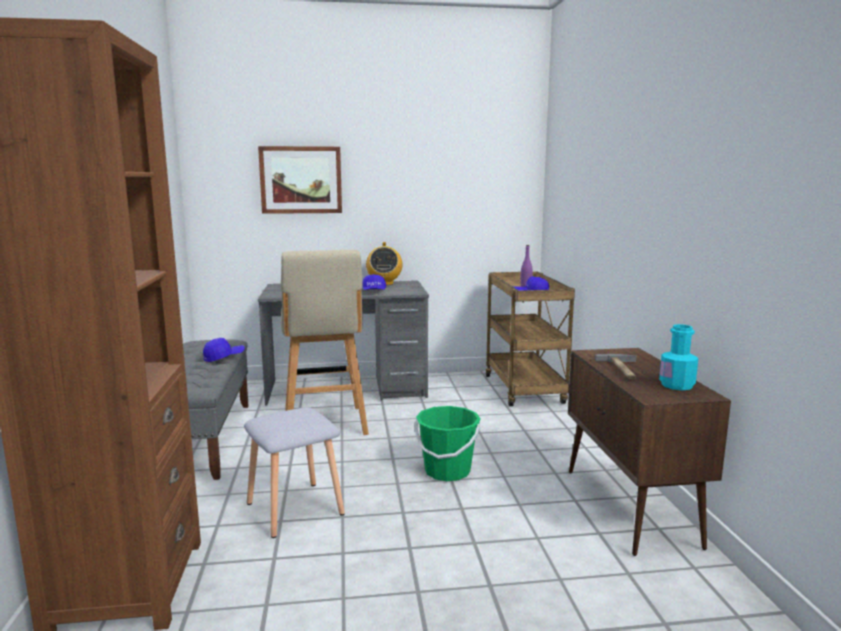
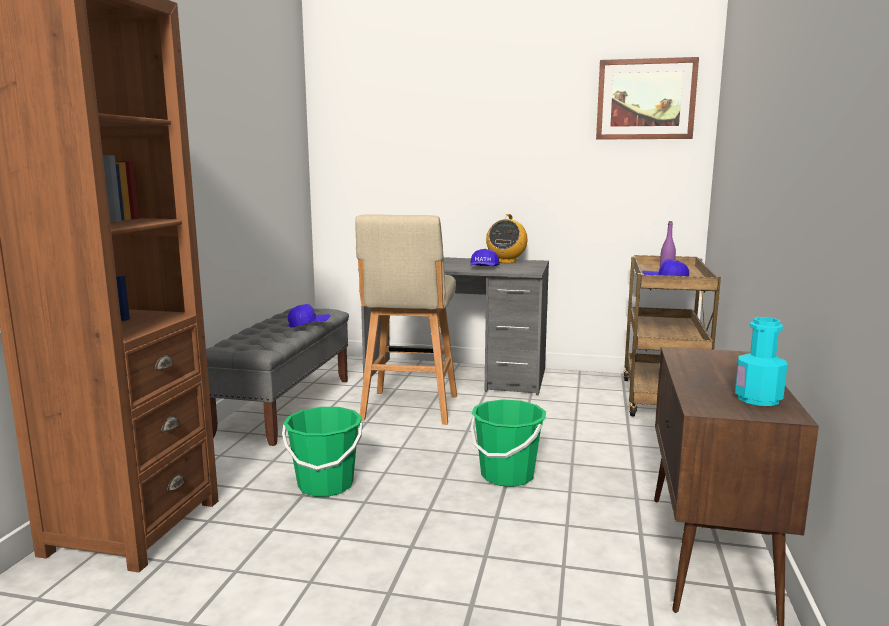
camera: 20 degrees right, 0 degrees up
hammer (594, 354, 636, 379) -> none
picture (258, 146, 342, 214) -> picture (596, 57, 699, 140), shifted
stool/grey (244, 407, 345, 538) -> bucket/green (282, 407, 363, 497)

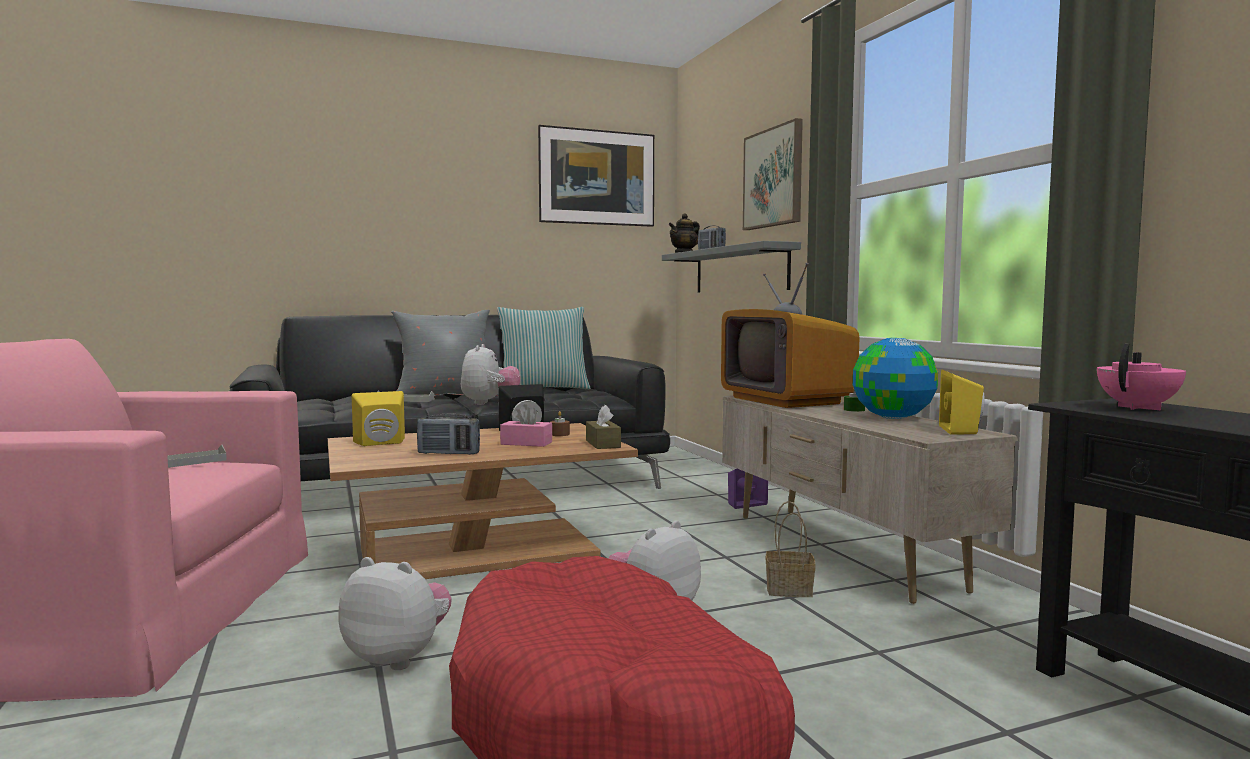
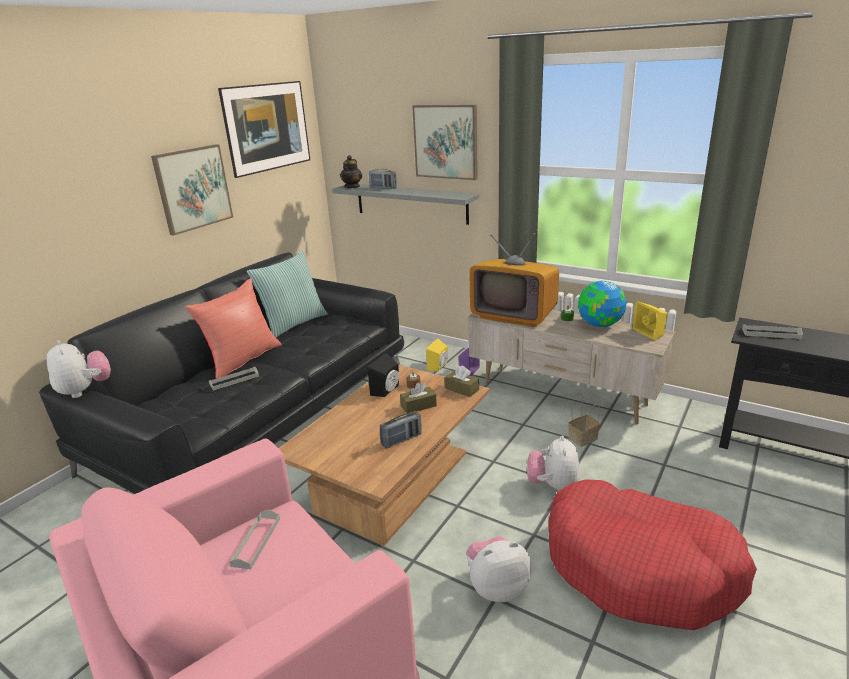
camera: 35 degrees left, 20 degrees up
none -> picture (151, 144, 233, 236)
speaker/yellow (352, 391, 405, 446) -> speaker/yellow (426, 339, 448, 371), shifted
plush toy (461, 344, 520, 405) -> plush toy (47, 340, 111, 398), shifted
teapot/pink (1097, 344, 1186, 410) -> tray/grey (742, 324, 803, 339)
pillow/grey (391, 309, 498, 396) -> pillow/red (185, 278, 282, 379)
tissue box/pink (500, 404, 552, 447) -> tissue box/brown (400, 383, 437, 413)

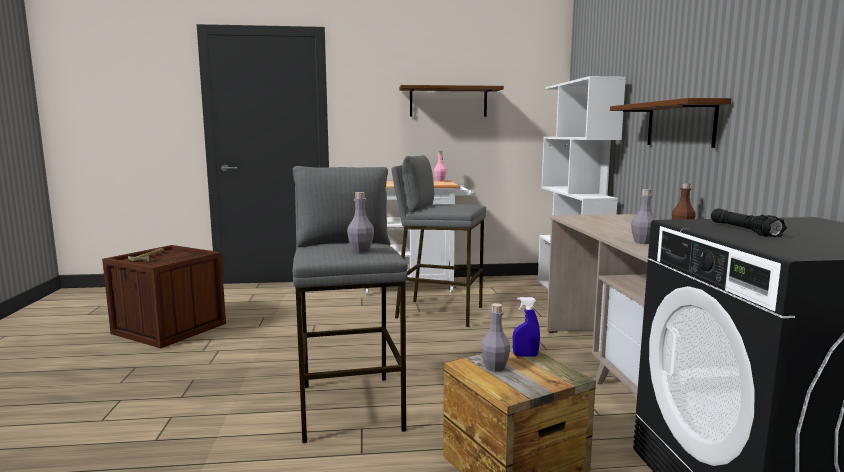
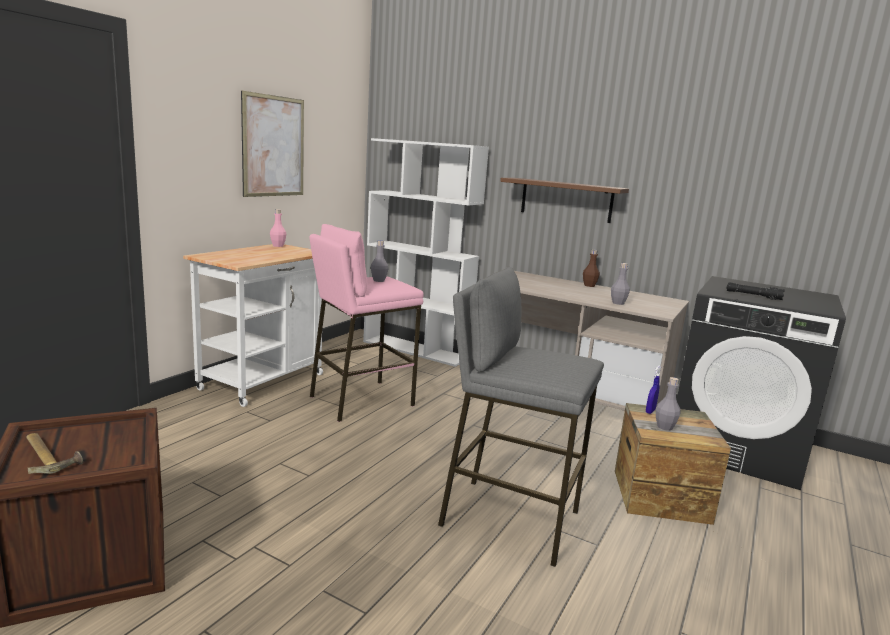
camera: 55 degrees left, 5 degrees up
bottle/grey (347, 192, 374, 252) -> bottle/grey (371, 241, 389, 282), shifted
shelf/brown (399, 85, 504, 117) -> picture (241, 91, 304, 197)
stool/grey (391, 155, 486, 327) -> stool/pink (309, 224, 424, 422)

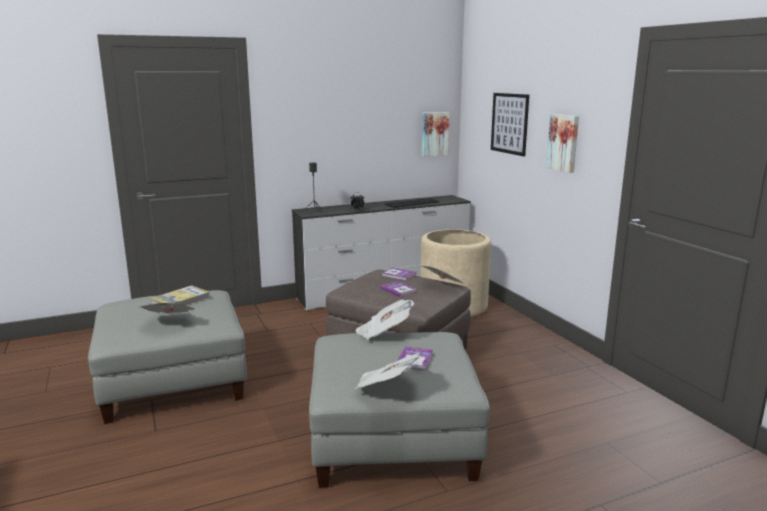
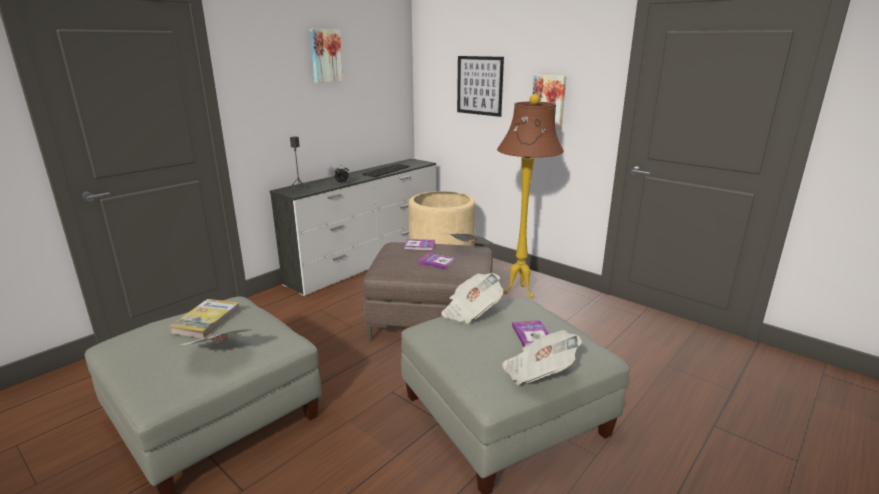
camera: 25 degrees left, 5 degrees up
none -> floor lamp/brown (497, 94, 564, 298)
picture (422, 112, 450, 157) -> picture (310, 29, 343, 83), shifted

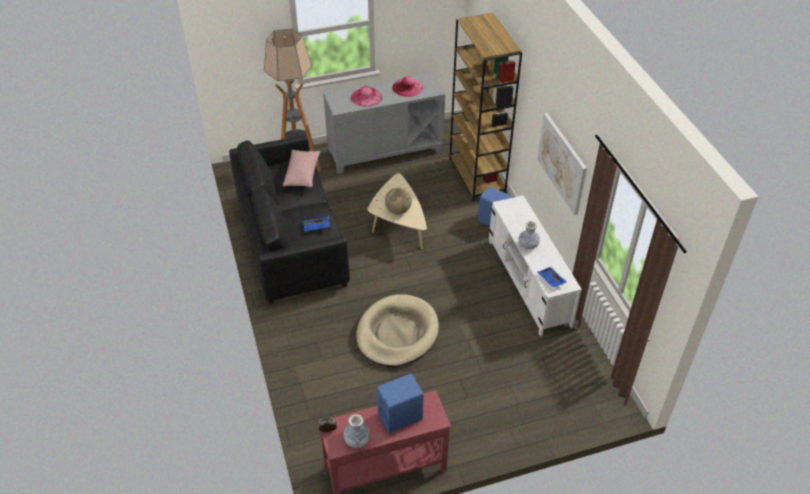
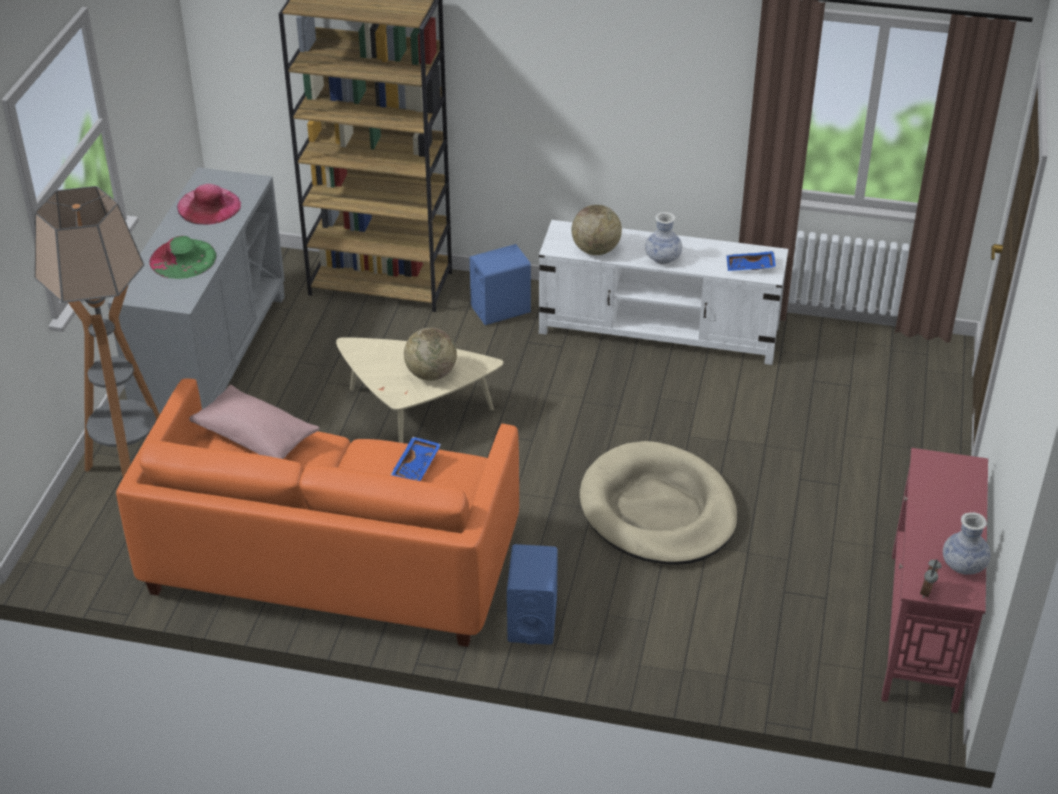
camera: 60 degrees left, 5 degrees down
picture (537, 113, 587, 215) -> none
none -> globe (572, 205, 622, 255)
speaker/blue (377, 373, 423, 433) -> speaker/blue (507, 544, 558, 645), shifted
sofa/black (229, 135, 350, 305) -> sofa/orange (116, 378, 519, 647)
hat/pink (351, 86, 383, 107) -> hat/green (149, 236, 217, 279)

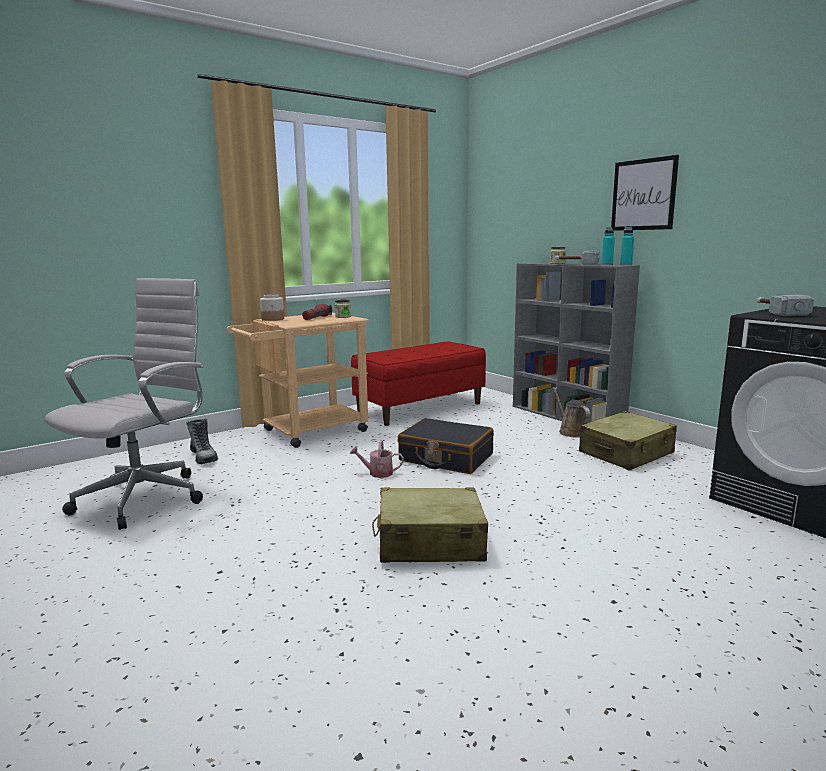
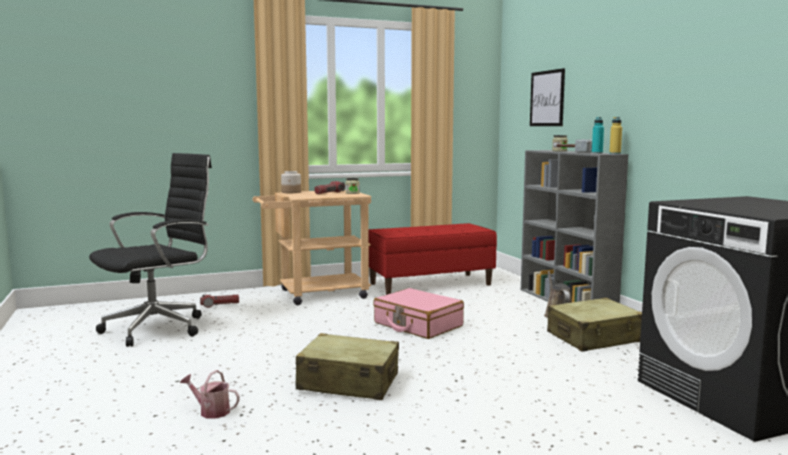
camera: 15 degrees right, 5 degrees down
hammer (757, 294, 814, 316) -> none
watering can (350, 440, 404, 478) -> watering can (180, 370, 240, 419), shifted
picture (611, 155, 679, 231) -> picture (530, 68, 565, 126), shifted
boot (186, 418, 218, 464) -> flashlight (200, 295, 239, 308)
office chair/white (44, 278, 204, 530) -> office chair/black (89, 153, 212, 347)
suitcase/black (398, 418, 494, 474) -> suitcase/pink (373, 288, 464, 339)
bottle/turquoise (620, 227, 634, 265) -> bottle/yellow (609, 117, 622, 154)

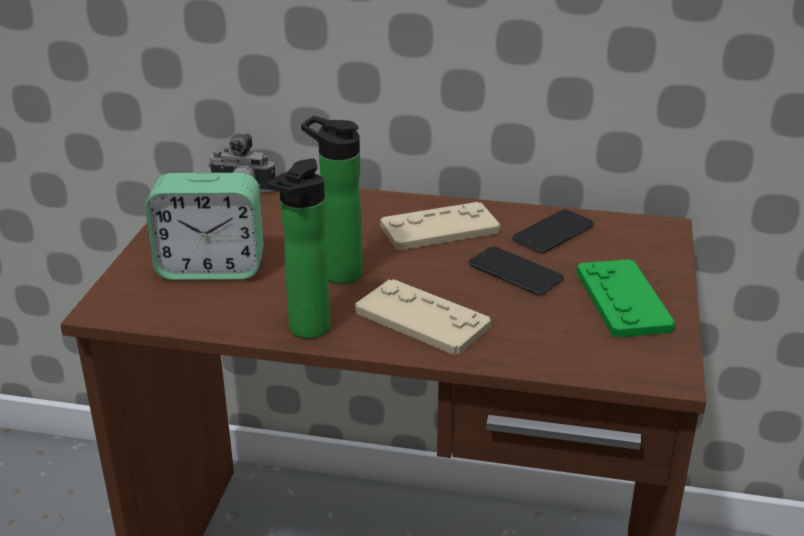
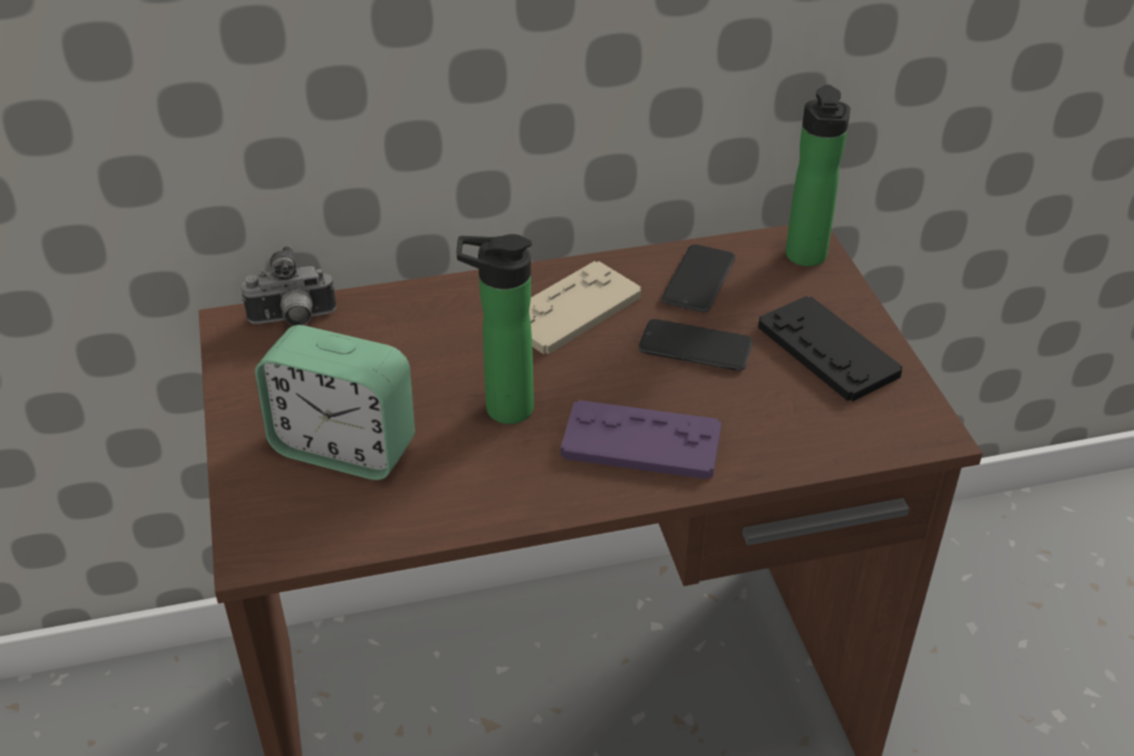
camera: 25 degrees left, 10 degrees up
bottle (267, 159, 330, 339) -> bottle (786, 85, 851, 266), shifted
game controller/beige (355, 279, 491, 355) -> game controller/purple (561, 400, 722, 480)
game controller/green (576, 259, 675, 338) -> game controller/black (758, 296, 902, 402)
alarm clock (145, 173, 264, 280) -> alarm clock (255, 325, 415, 480), 45 degrees clockwise

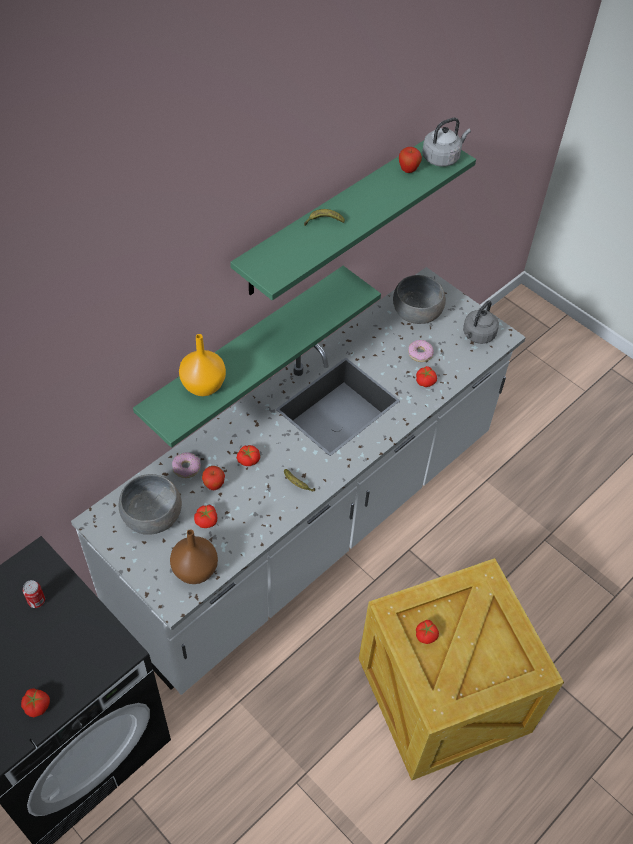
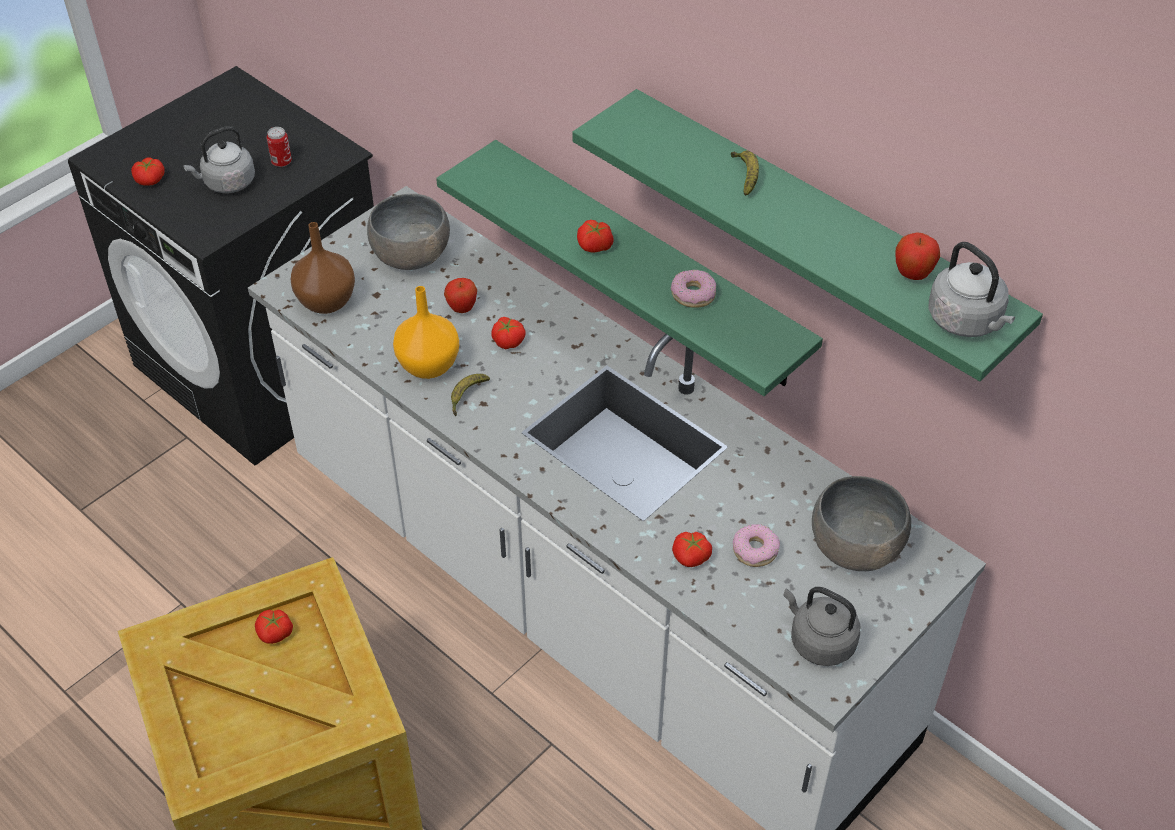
camera: 90 degrees right, 5 degrees down
none -> kettle/grey (183, 126, 255, 193)
donut (172, 452, 201, 478) -> donut (671, 270, 716, 308), shifted
vase/orange (179, 334, 226, 396) -> vase/orange (393, 286, 459, 379), shifted
tomato (194, 505, 217, 528) -> tomato (577, 220, 614, 252), shifted

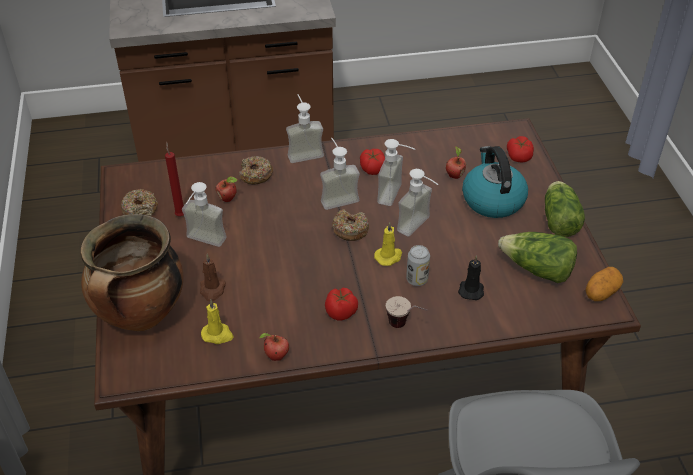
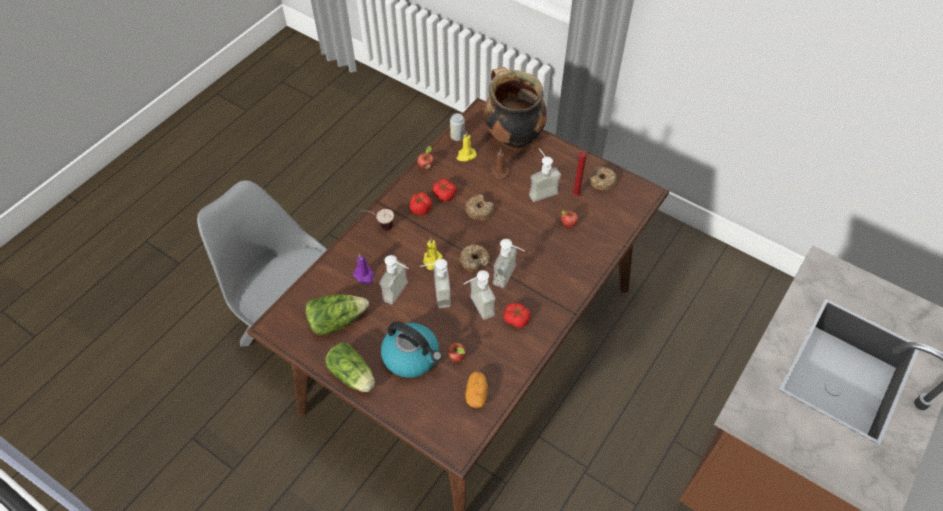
camera: 135 degrees right, 10 degrees up
donut (239, 156, 273, 184) -> donut (465, 194, 493, 221), shifted
soap dispenser (286, 94, 324, 163) -> soap dispenser (379, 255, 409, 304), shifted
can (406, 245, 430, 286) -> can (450, 113, 465, 141), shifted
tomato (507, 136, 534, 162) -> tomato (432, 179, 457, 201), shifted
potato (585, 267, 623, 301) -> potato (465, 372, 488, 408), shifted
candle/black (458, 255, 484, 300) -> candle/purple (353, 253, 374, 285)

